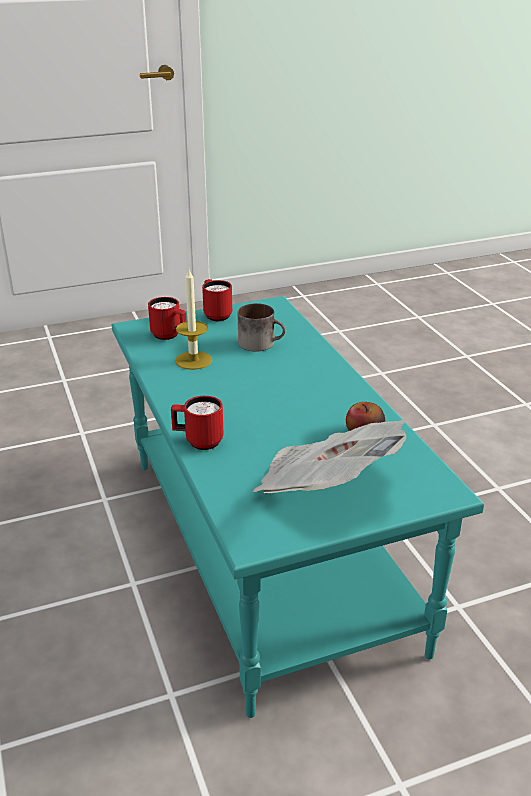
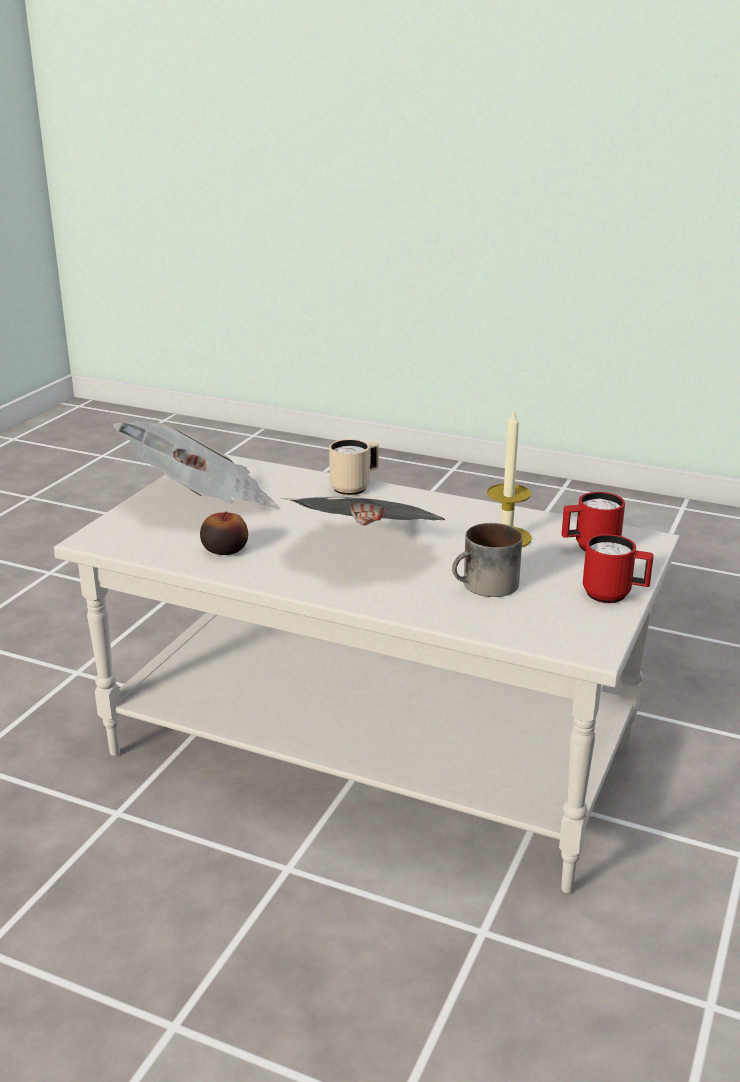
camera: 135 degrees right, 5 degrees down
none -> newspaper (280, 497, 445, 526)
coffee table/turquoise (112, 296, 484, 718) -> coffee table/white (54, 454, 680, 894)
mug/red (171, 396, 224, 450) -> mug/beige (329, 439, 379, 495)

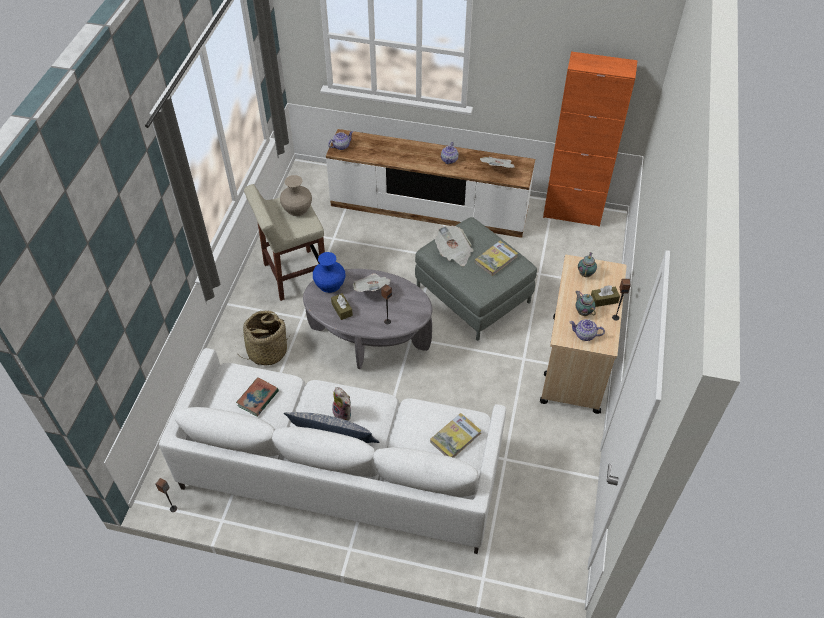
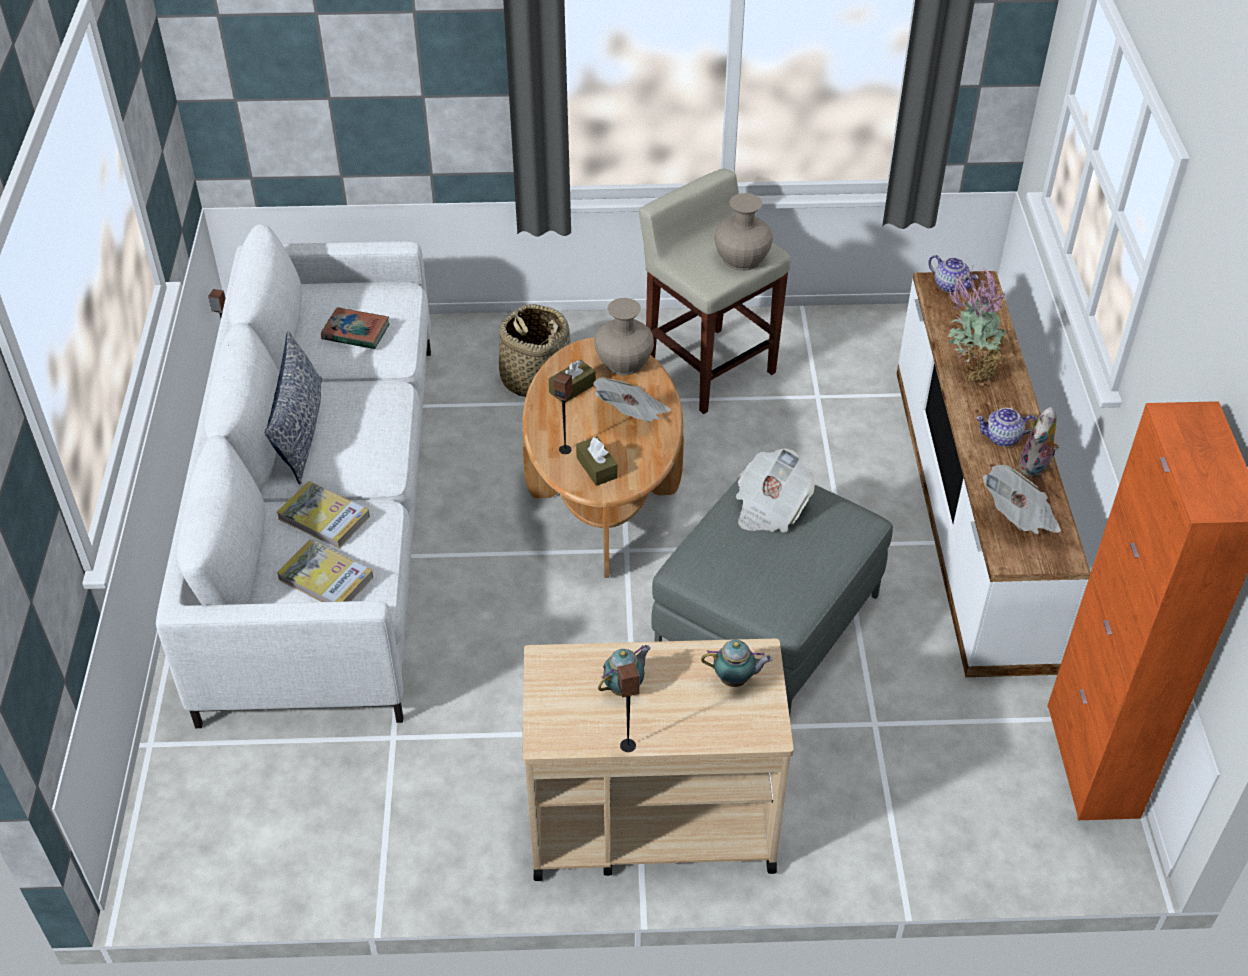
camera: 75 degrees right, 5 degrees down
teapot (570, 319, 605, 341) -> none
none -> potted plant (947, 267, 1007, 388)
plush toy (332, 387, 351, 421) -> plush toy (1018, 407, 1059, 478), shifted
book (475, 241, 518, 276) -> book (277, 481, 370, 549), shifted
tissue box/brown (591, 285, 620, 307) -> tissue box/brown (576, 437, 617, 486), shifted
coffee table/grey (303, 269, 432, 369) -> coffee table/brown (522, 337, 684, 578)
vase/blue (313, 252, 345, 293) -> vase/beige (595, 298, 654, 375)

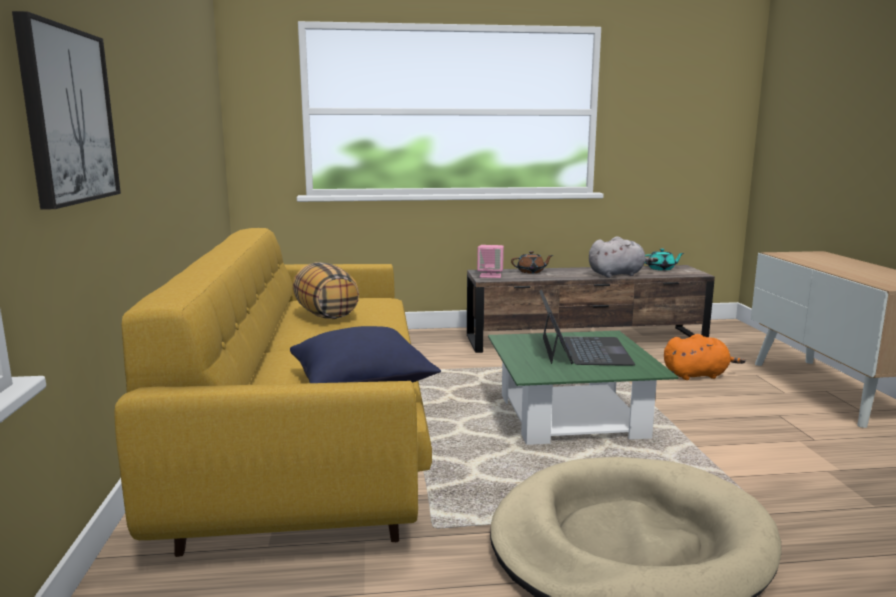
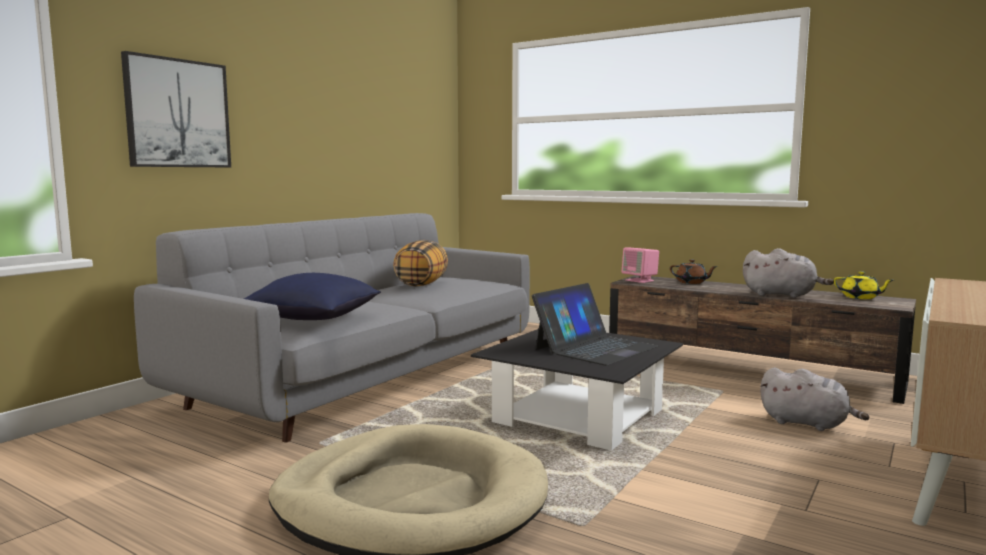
camera: 40 degrees right, 5 degrees down
sofa/yellow (114, 228, 432, 557) -> sofa/grey (134, 213, 530, 443)
coffee table/green (488, 331, 678, 445) -> coffee table/black (471, 329, 683, 451)
teapot/turquoise (645, 249, 684, 271) -> teapot/yellow (834, 271, 893, 299)
plush toy/orange (664, 334, 746, 380) -> plush toy/grey (760, 367, 870, 431)

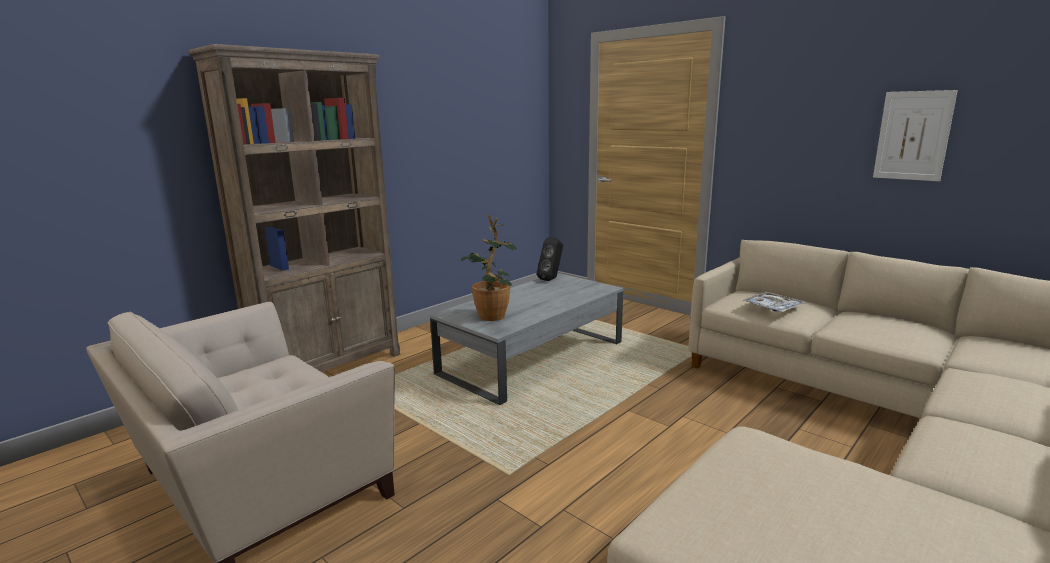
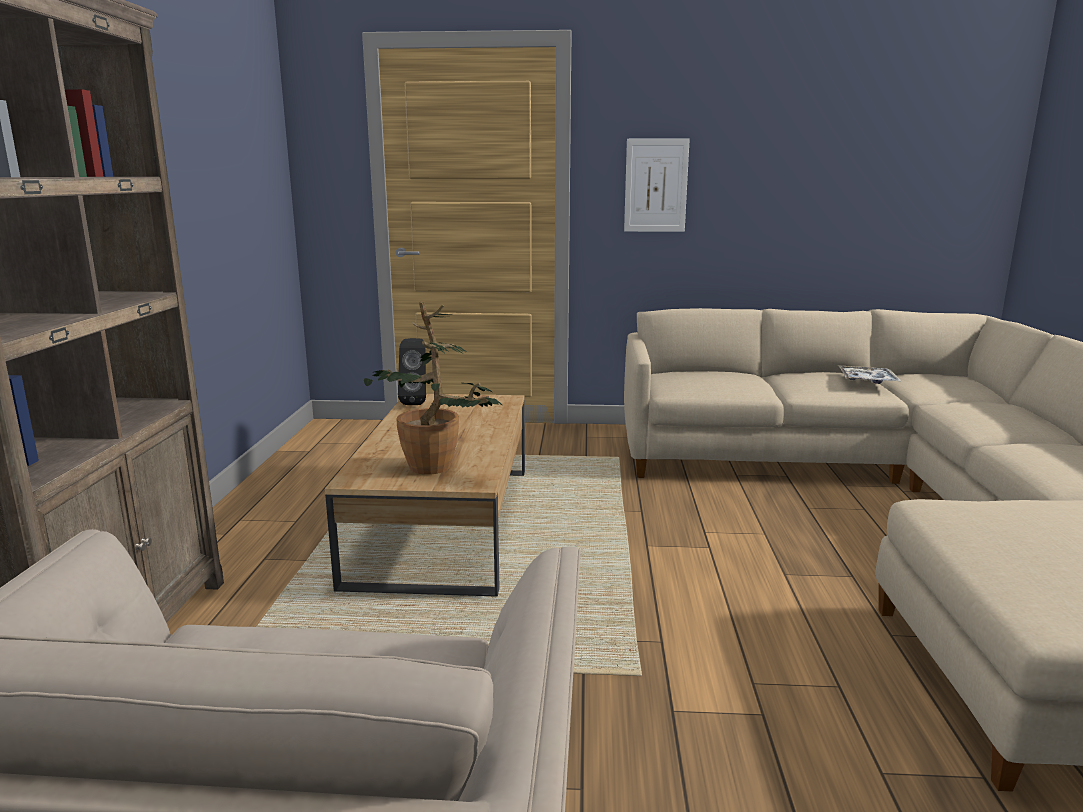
camera: 40 degrees left, 0 degrees up
tray (743, 292, 805, 312) -> tray (838, 365, 901, 384), shifted
picture (873, 90, 958, 181) -> picture (624, 138, 690, 232), shifted
coffee table/grey (430, 273, 623, 405) -> coffee table/brown (325, 394, 525, 597)

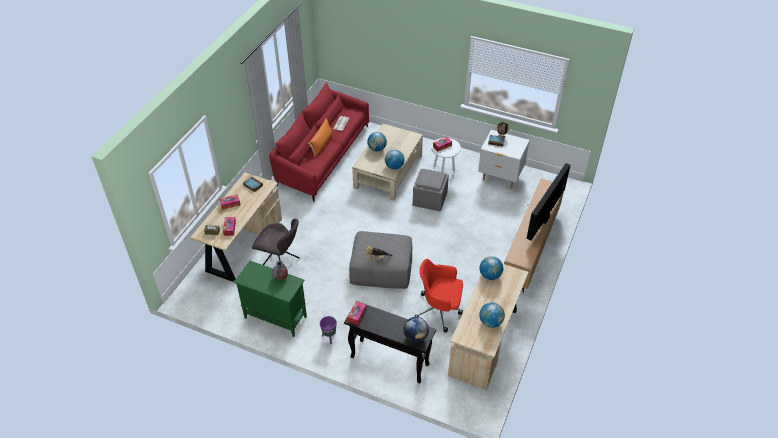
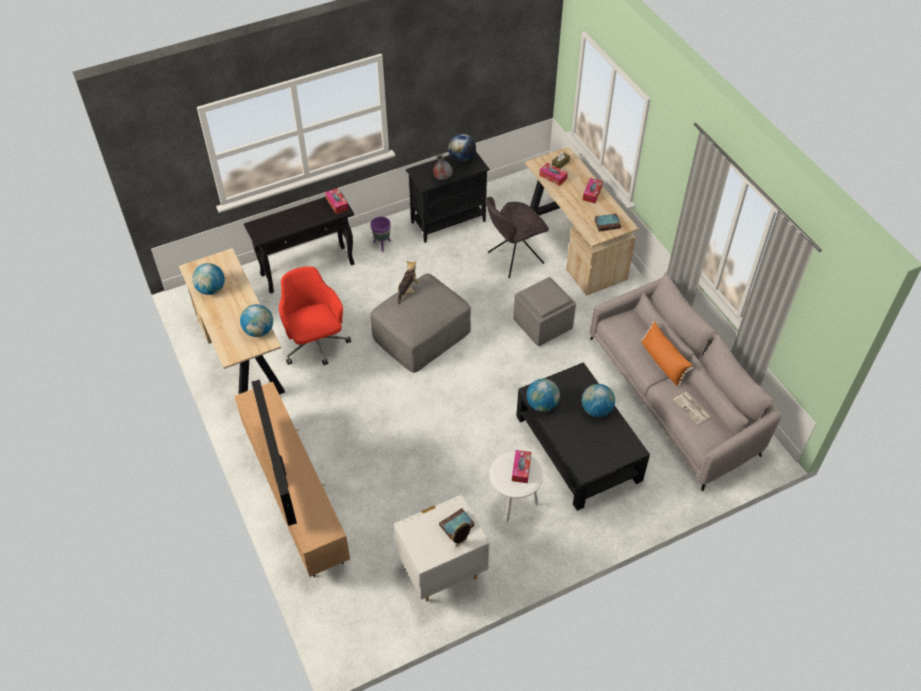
camera: 130 degrees right, 5 degrees up
globe (403, 317, 429, 342) -> globe (448, 134, 476, 162), shifted
ottoman/grey (413, 169, 449, 211) -> ottoman/grey (513, 277, 576, 346), shifted
cabinet/green (234, 261, 307, 337) -> cabinet/black (406, 152, 490, 243)
sofa/red (269, 82, 369, 201) -> sofa/grey (590, 272, 781, 491)
coffee table/beige (352, 124, 423, 201) -> coffee table/black (516, 362, 650, 511)
office chair/red (415, 259, 463, 333) -> office chair/red (279, 266, 351, 365), 75 degrees counterclockwise

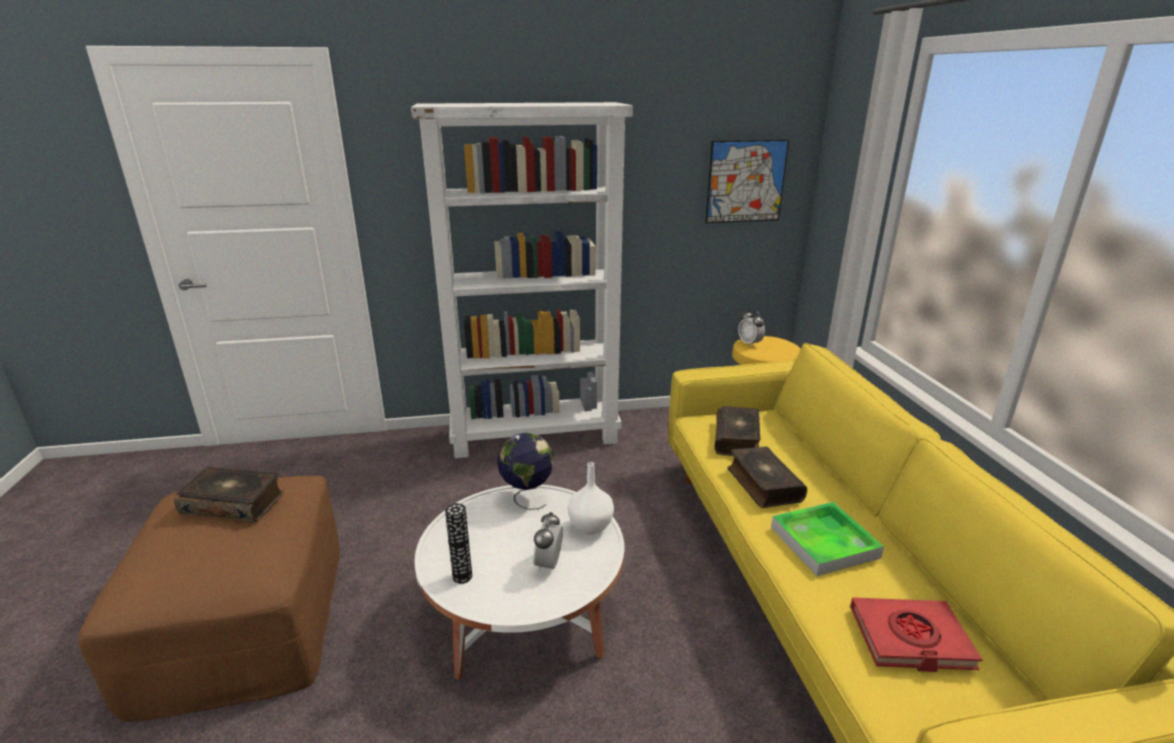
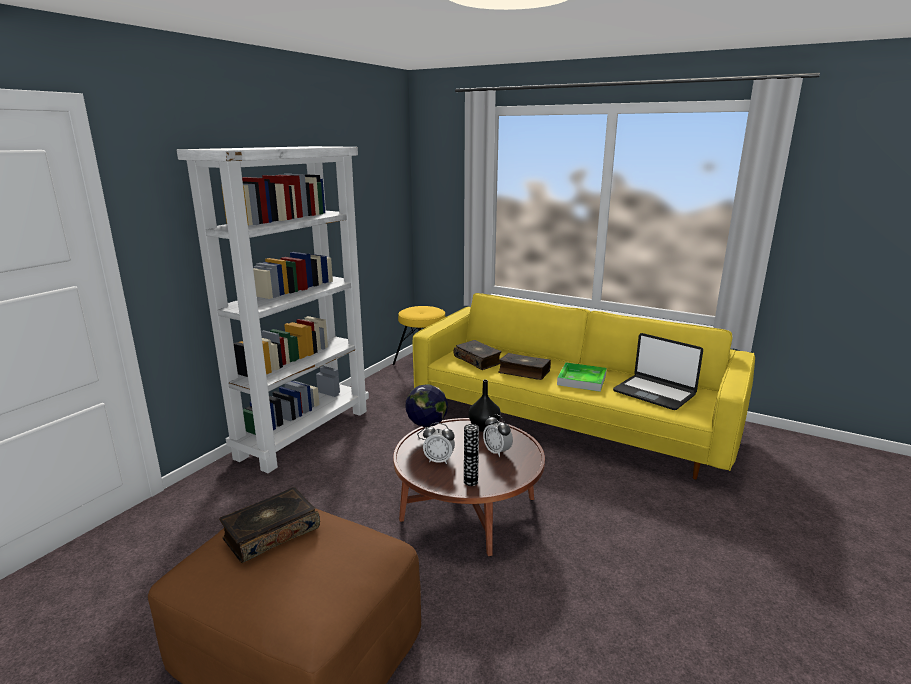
camera: 50 degrees left, 5 degrees down
picture (705, 140, 789, 223) -> none
alarm clock (738, 309, 765, 346) -> alarm clock (423, 423, 455, 464), shifted
book/red (850, 597, 982, 672) -> laptop (613, 333, 703, 410)
coffee table/white (414, 484, 624, 680) -> coffee table/brown (393, 418, 545, 557)
vase/white (568, 462, 614, 535) -> vase/black (469, 380, 501, 432)

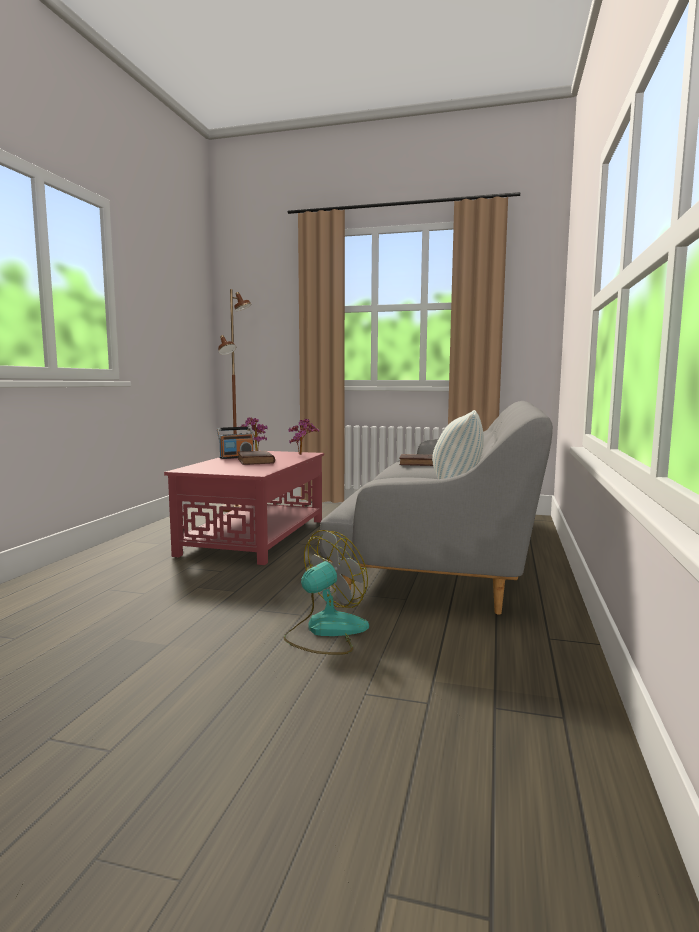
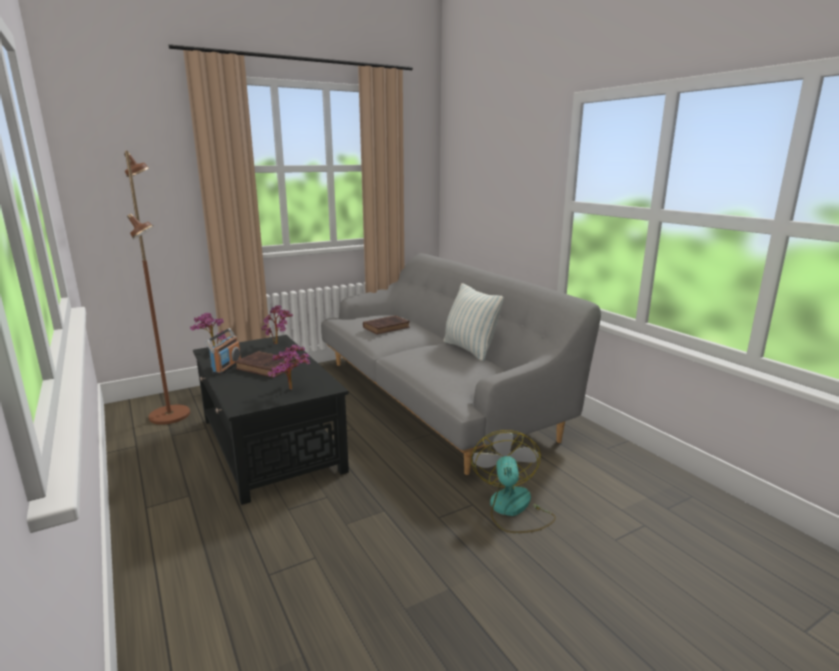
camera: 45 degrees left, 10 degrees up
none -> potted plant (268, 345, 310, 390)
coffee table/red (164, 450, 324, 565) -> coffee table/black (193, 335, 349, 505)

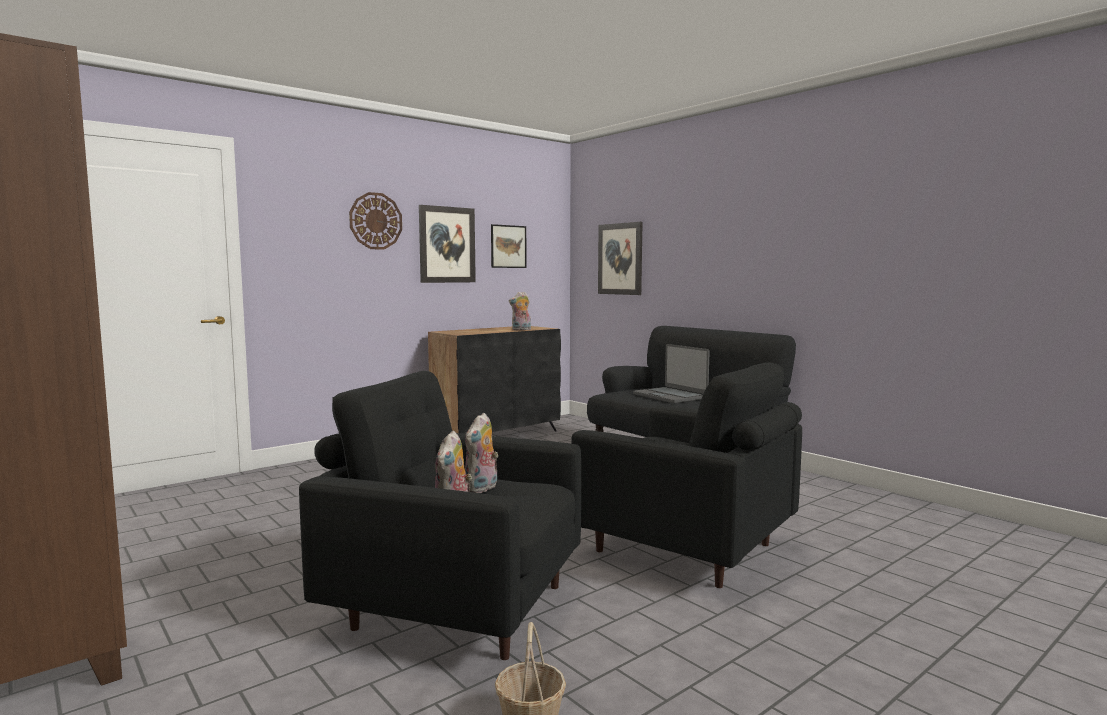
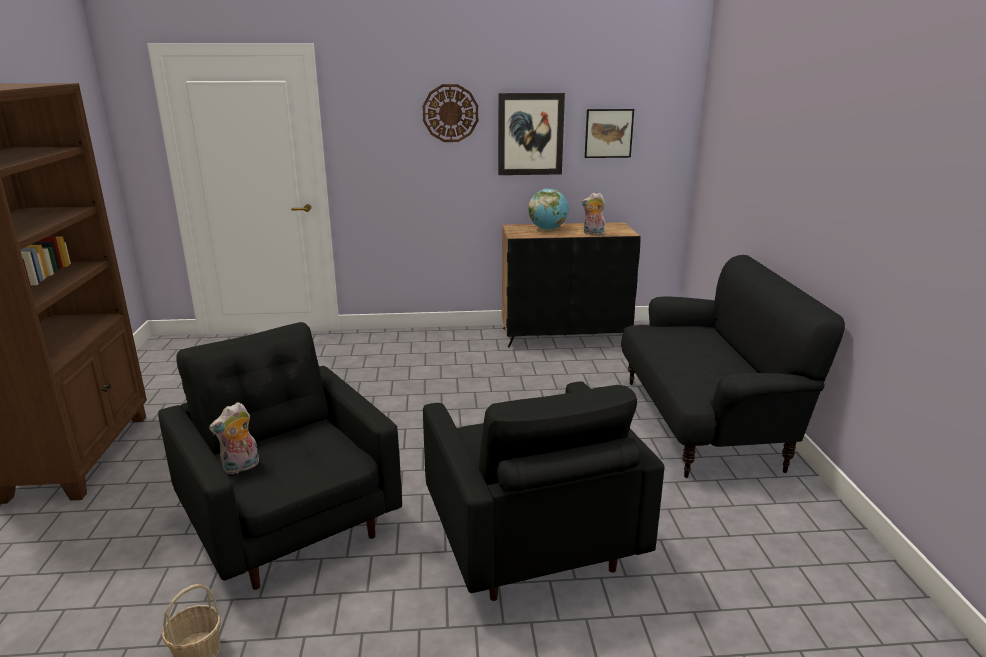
camera: 35 degrees right, 15 degrees up
plush toy (465, 413, 498, 493) -> none
picture (598, 222, 643, 295) -> none
laptop (633, 344, 710, 404) -> none
none -> globe (528, 189, 569, 230)

